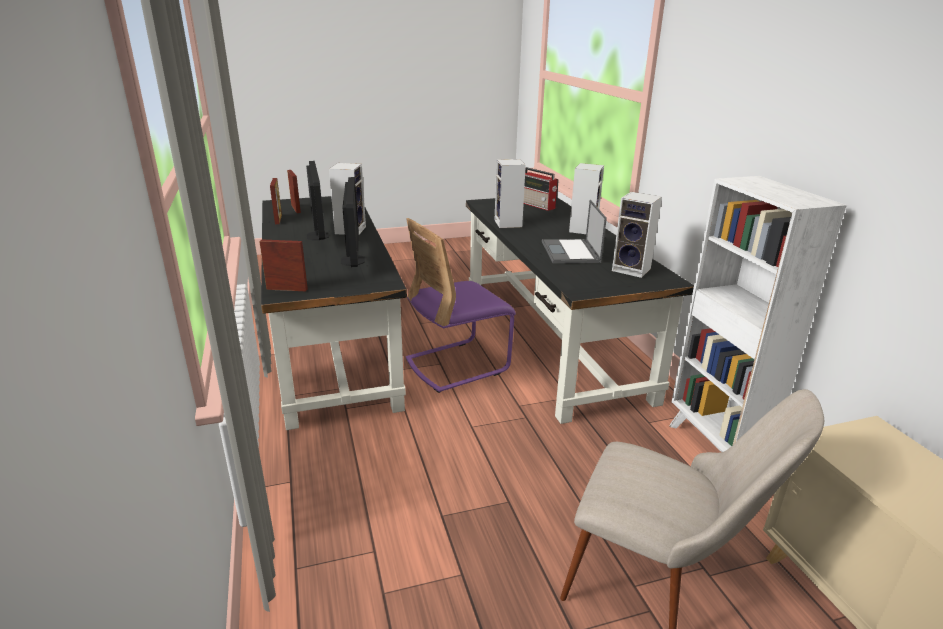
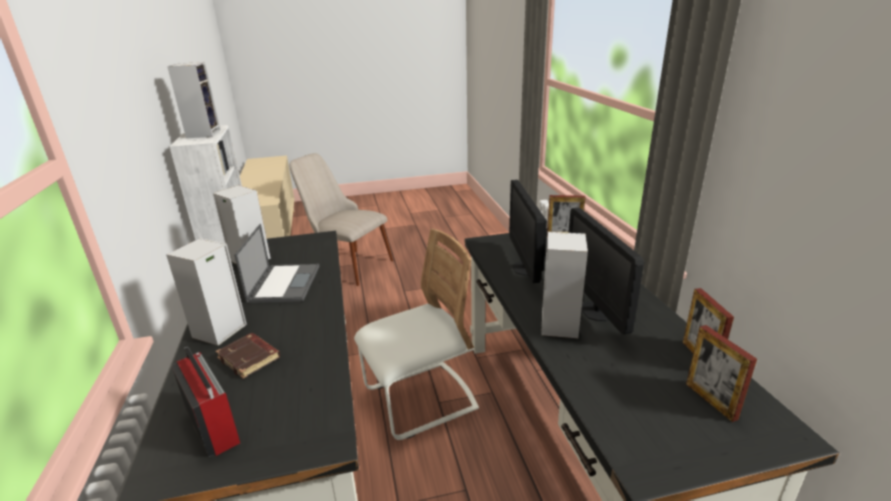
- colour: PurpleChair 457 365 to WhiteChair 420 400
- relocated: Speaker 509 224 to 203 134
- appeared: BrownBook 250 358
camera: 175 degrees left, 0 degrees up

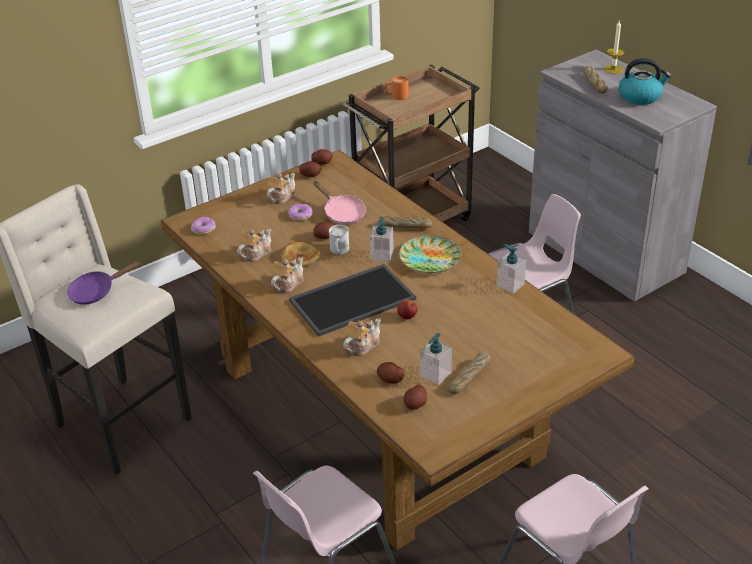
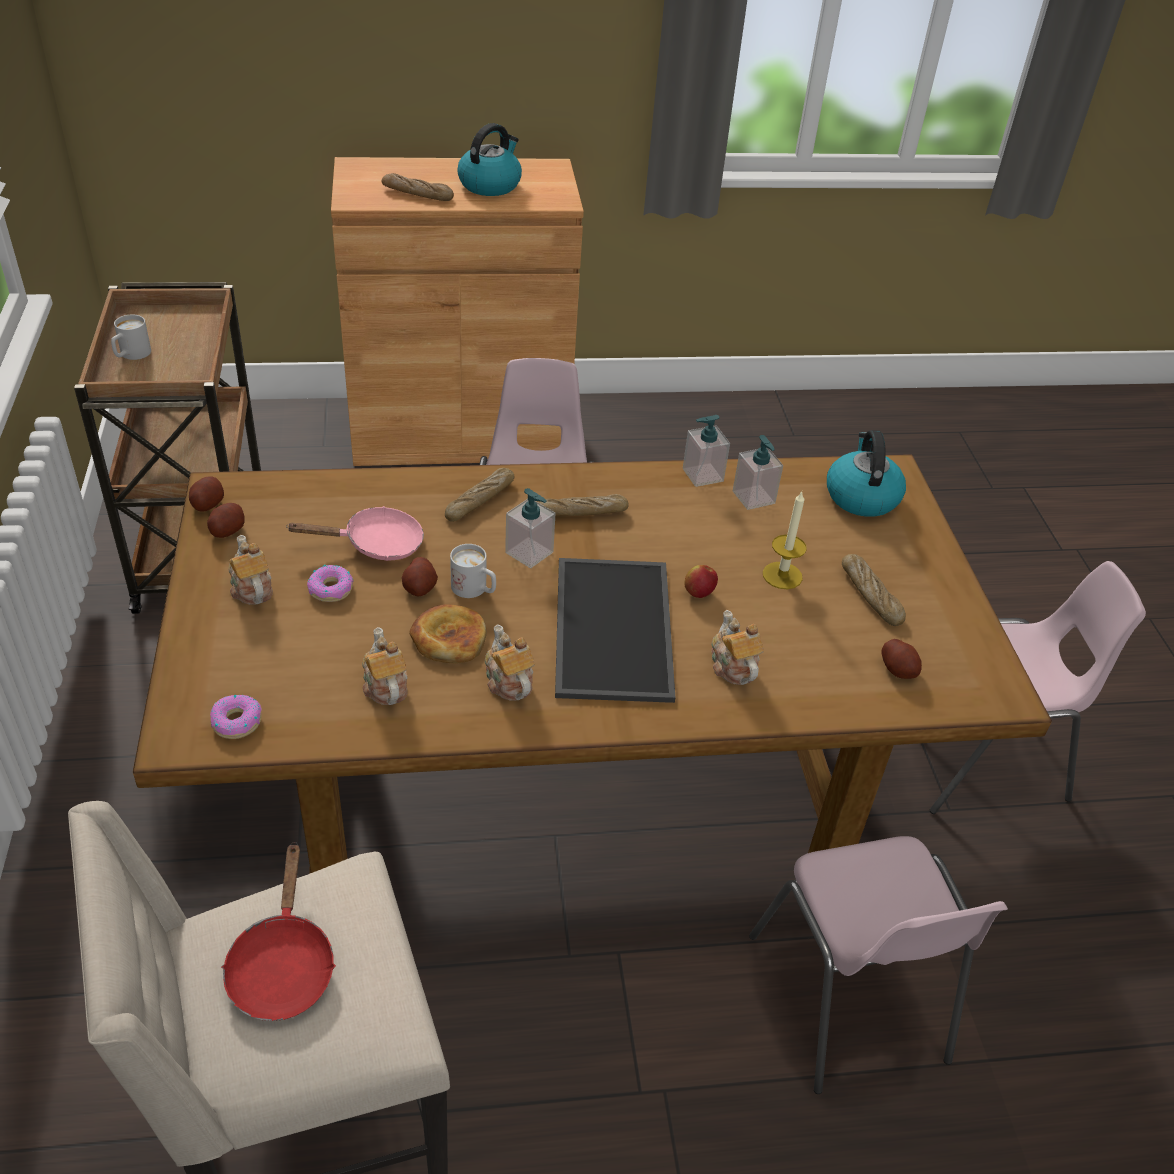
- colour: PurpleFryingPan 96 292 to RedFryingPan 282 965
- missing: Potato 390 380
- colour: OrangeMug 396 96 to WhiteMug 131 355
- exchanged: Plate 430 259 to Bread 581 513
- relocated: SoapDispenser 435 374 to 753 497
- colour: GreyCabinet 605 252 to BrownCabinet 459 432
- relocated: Candle 613 69 to 782 575
- appeared: Kettle 861 496
camera: 65 degrees left, 5 degrees up

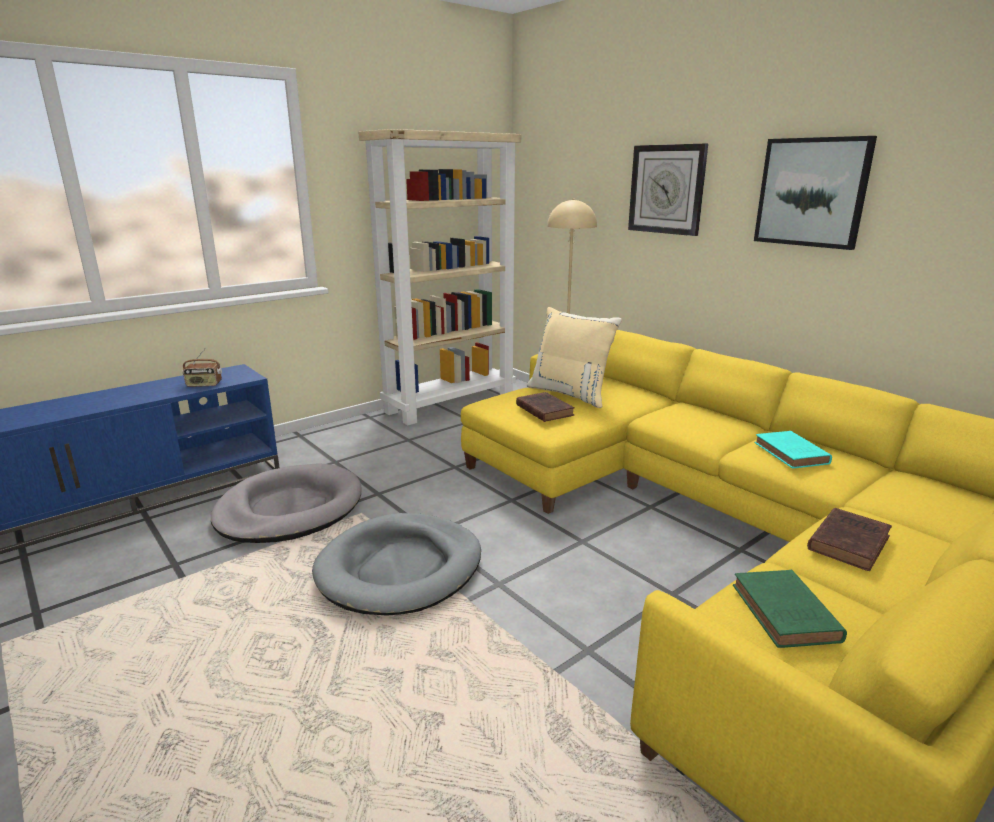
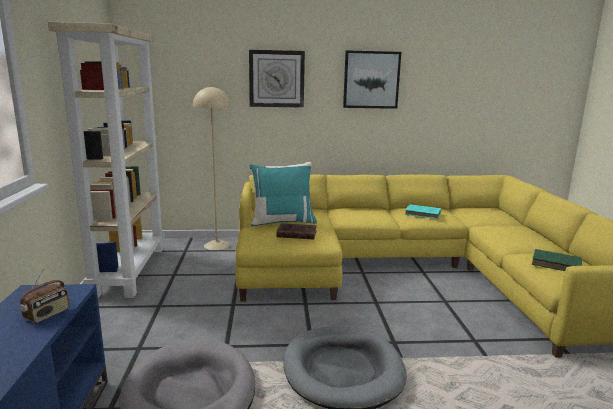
- colour: BeigePillow 571 394 to TurquoisePillow 282 221
- missing: BrownBook 849 542
camera: 55 degrees left, 5 degrees down

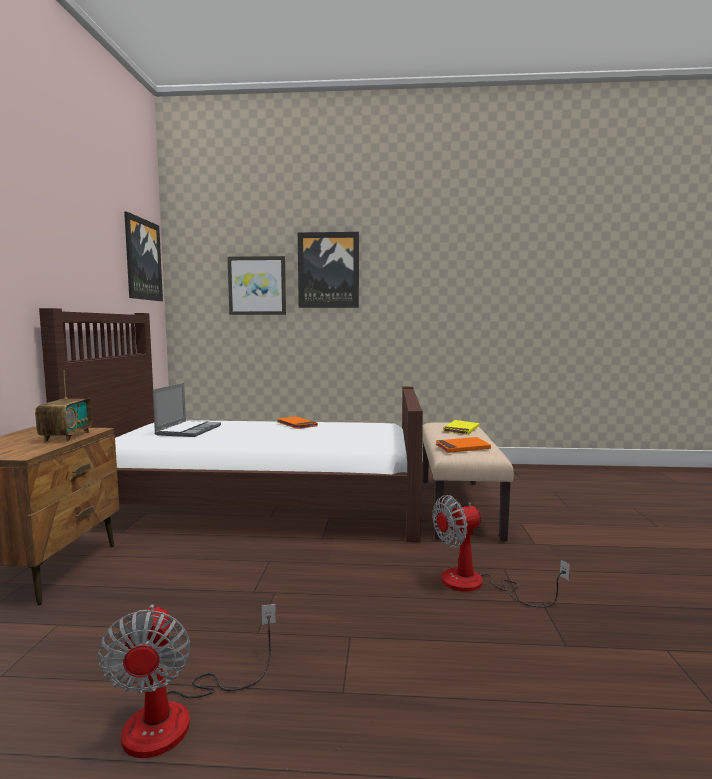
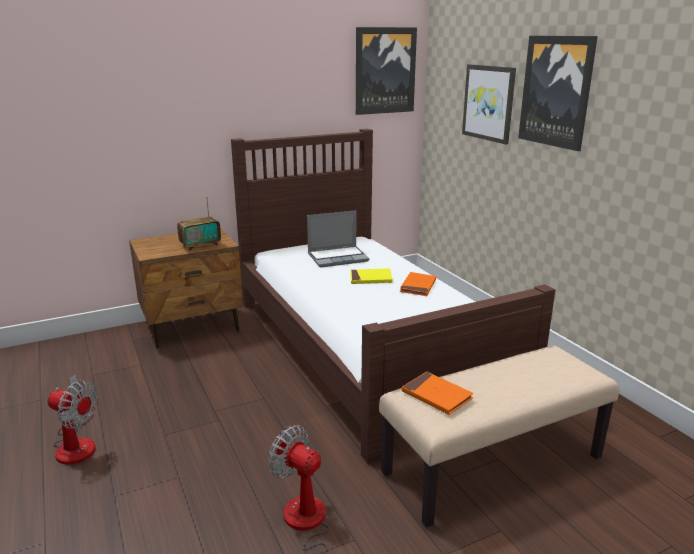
- spun: Fan 179 715 = 77 443 120 degrees counterclockwise
- relocated: YellowBook 461 430 to 370 279
camera: 60 degrees right, 15 degrees up

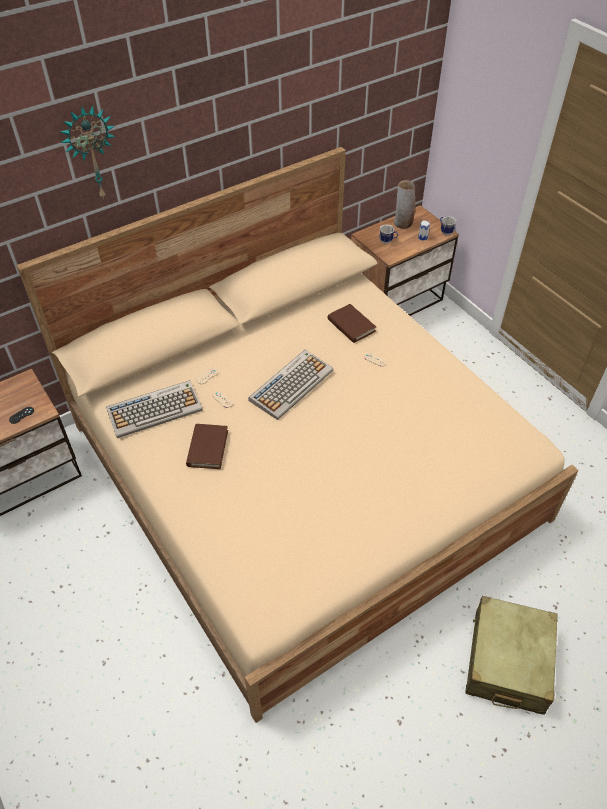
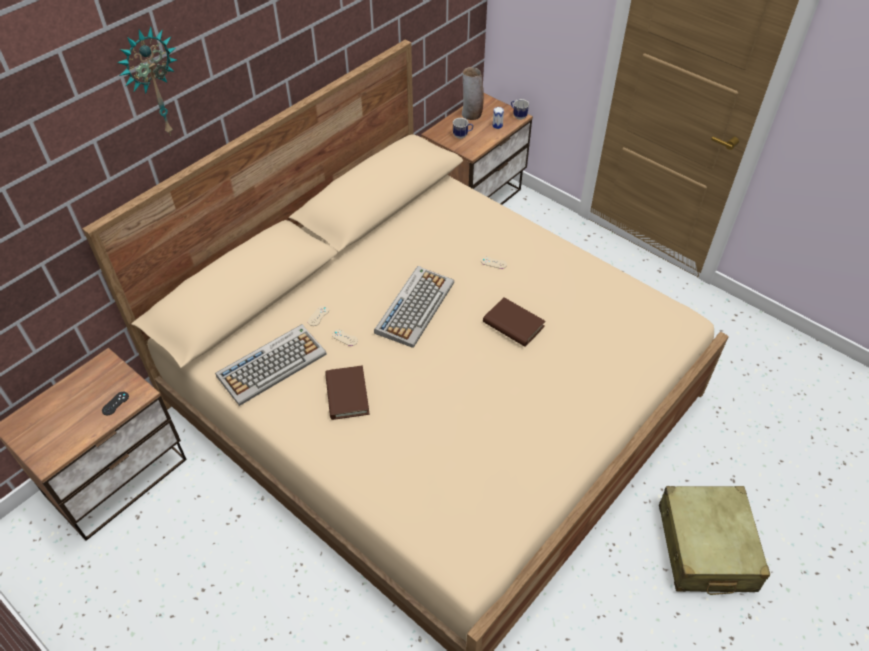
- relocated: BrownBook 351 325 to 513 324
camera: 15 degrees left, 0 degrees up

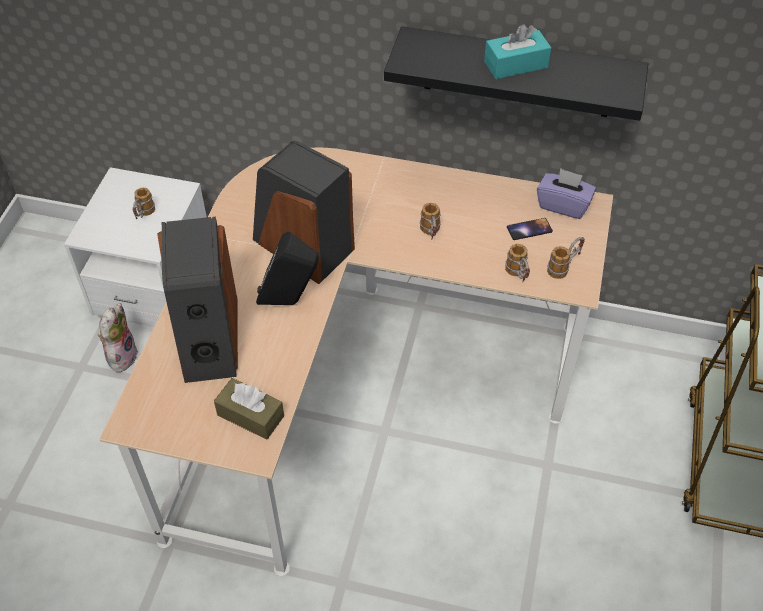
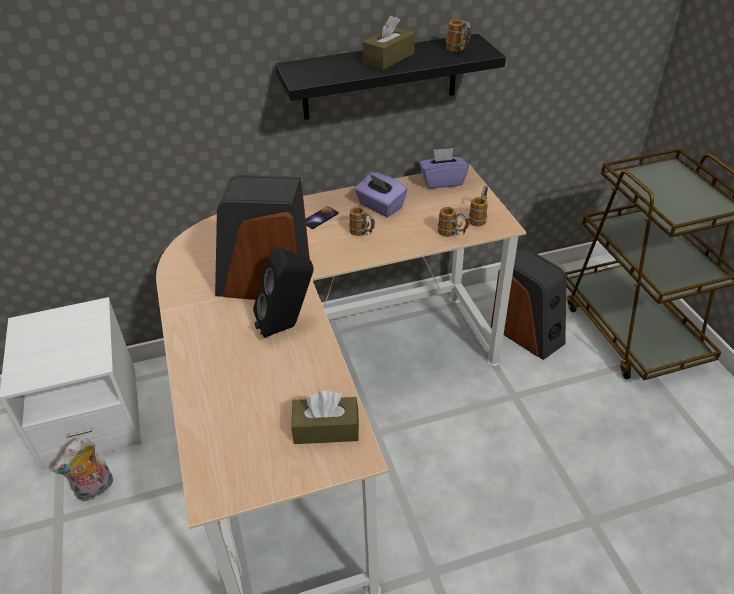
- spun: PlushToy 121 355 = 95 490 120 degrees counterclockwise
- relocated: Mug 144 215 to 459 51
- relocated: Speaker 209 338 to 527 333
- colour: TurquoiseTissueBox 516 64 to BrownTissueBox 389 58
- relocated: Phone 529 229 to 320 218
- appeared: PurpleTissueBox 380 206
camera: 30 degrees left, 10 degrees down

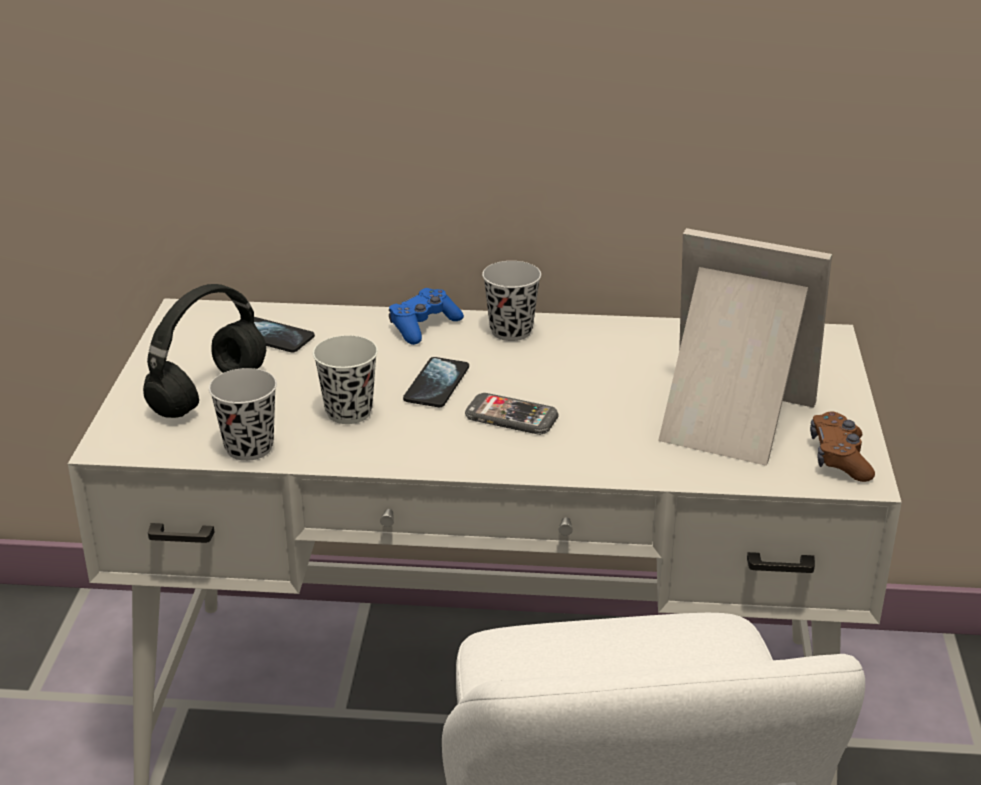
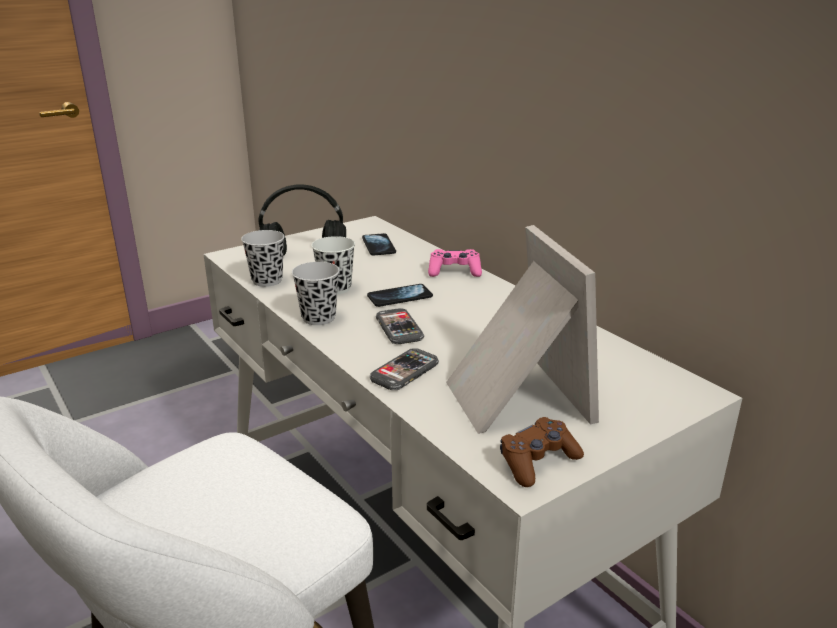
- colour: BlueGameController 423 326 to PinkGameController 454 271
- relocated: BlackCup 511 331 to 318 318
- appeared: Phone 404 371
camera: 50 degrees right, 5 degrees down

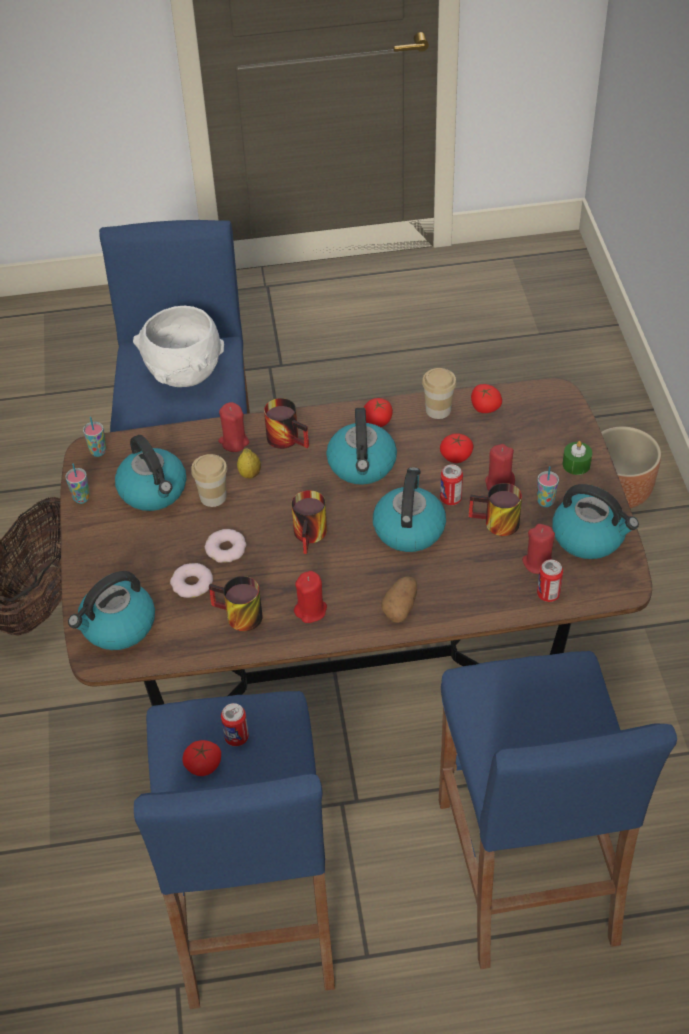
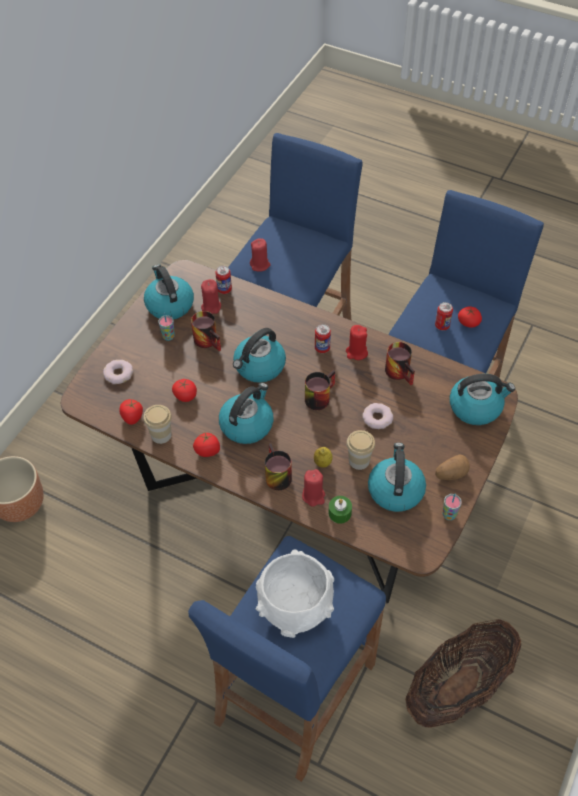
- missing: Cup 98 452
- relocated: Donut 192 584 to 118 374
- relocated: Potato 400 607 to 451 474
- relocated: Can 450 499 to 322 348
- relocated: RedCandle 499 483 to 260 265
- relocated: GreenCandle 576 464 to 339 513
camera: 145 degrees left, 5 degrees up

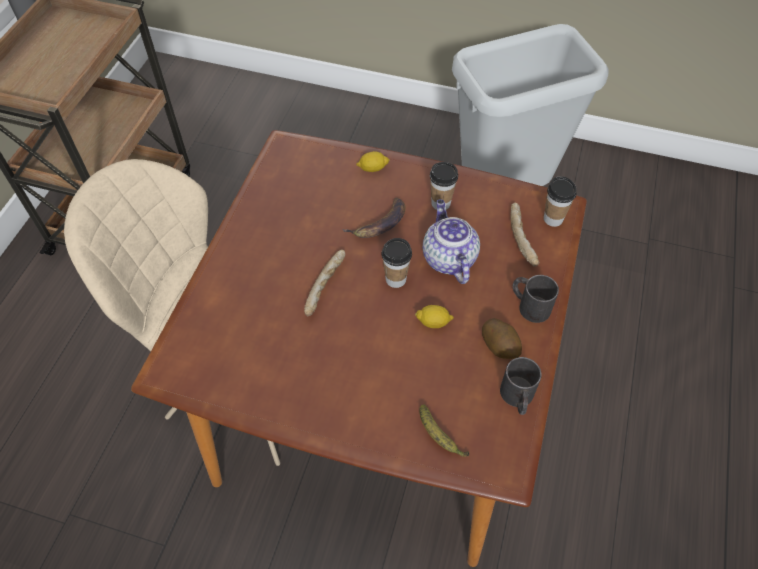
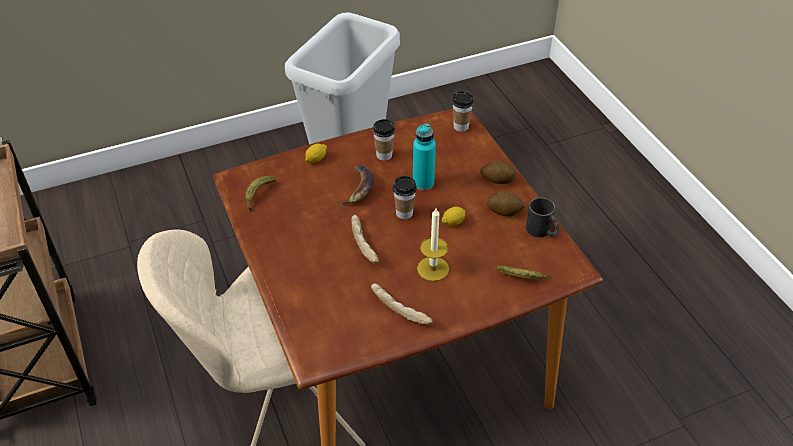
- exchanged: Teapot 448 258 to TurquoiseBottle 423 183
- relocated: Bread 523 239 to 401 309
- exchanged: BlackMug 529 305 to Potato 497 180
- appeared: Banana 258 195
- appeared: Candle 433 269
camera: 40 degrees left, 10 degrees down

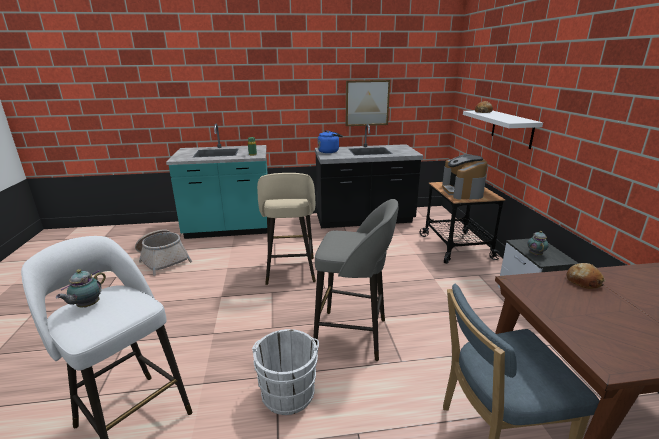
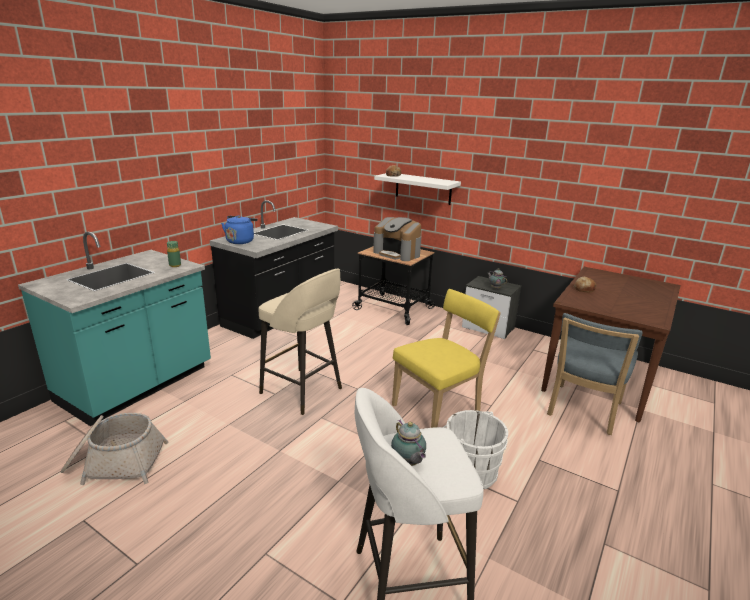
- exchanged: GreyStool 353 335 to YellowChair 439 408
- missing: Picture 367 103
camera: 50 degrees left, 0 degrees up

